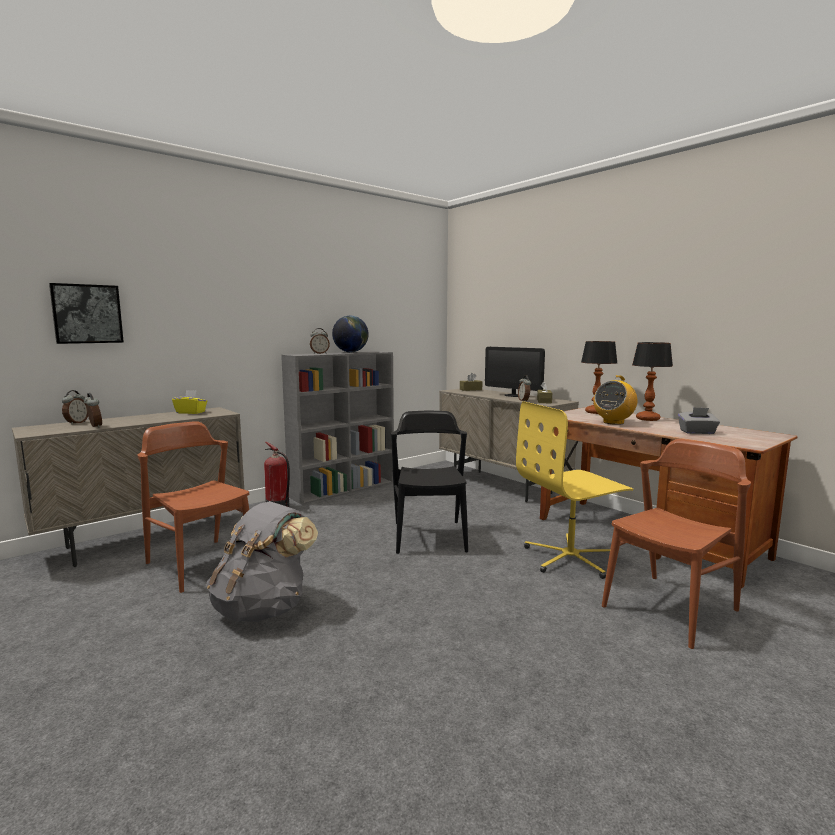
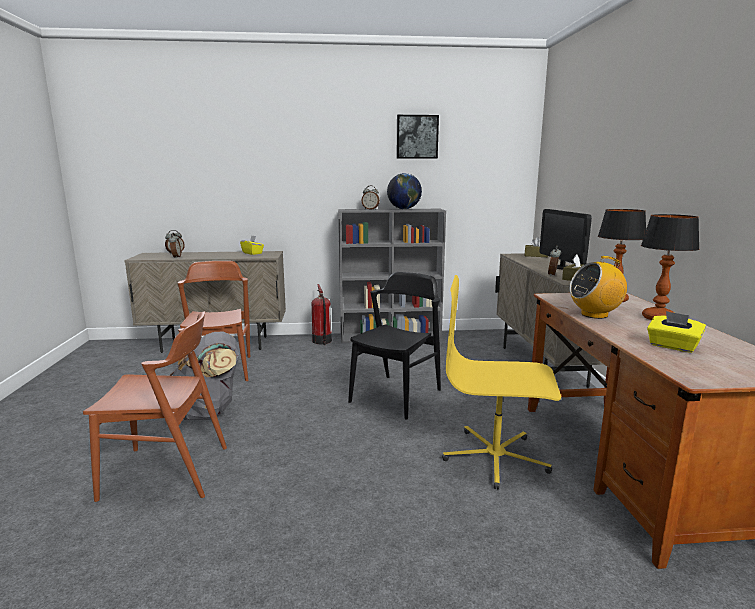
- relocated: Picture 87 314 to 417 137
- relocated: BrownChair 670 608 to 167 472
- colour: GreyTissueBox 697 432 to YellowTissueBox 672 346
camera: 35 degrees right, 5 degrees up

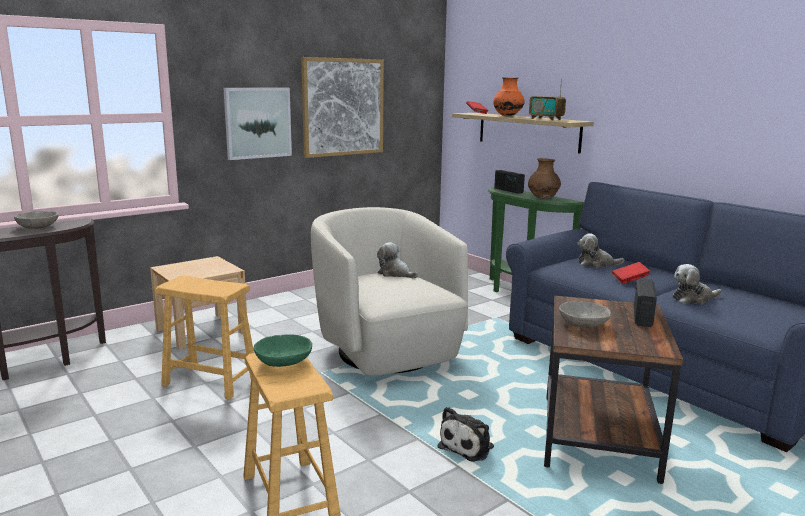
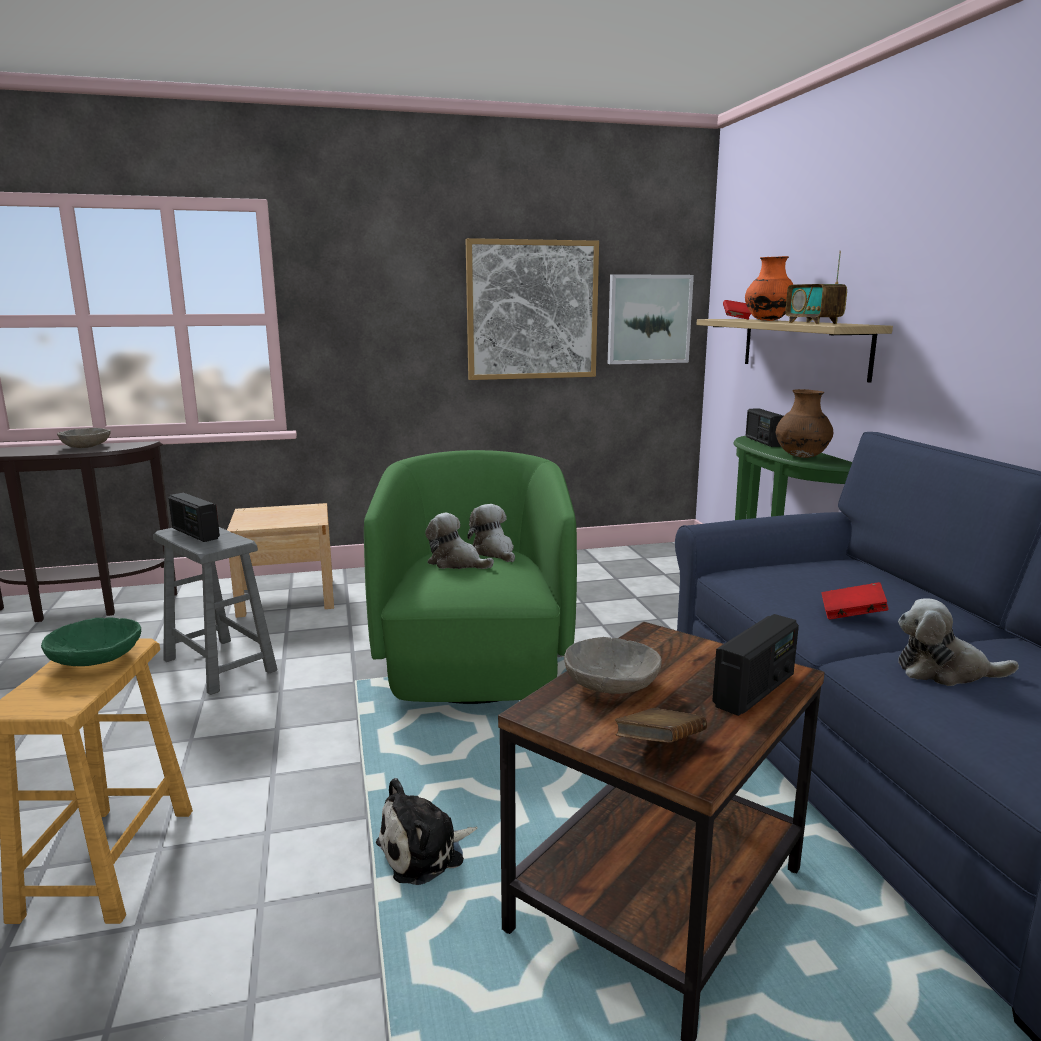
- colour: BrownStool 210 381 to GreyStool 220 665
- relocated: Picture 257 123 to 649 319
- colour: BeigeArmchair 387 351 to GreenArmchair 476 666
- relocated: PlushToy 596 264 to 456 563
- appeared: Radio 195 534
- appeared: BrownBook 660 746
camera: 25 degrees right, 0 degrees up

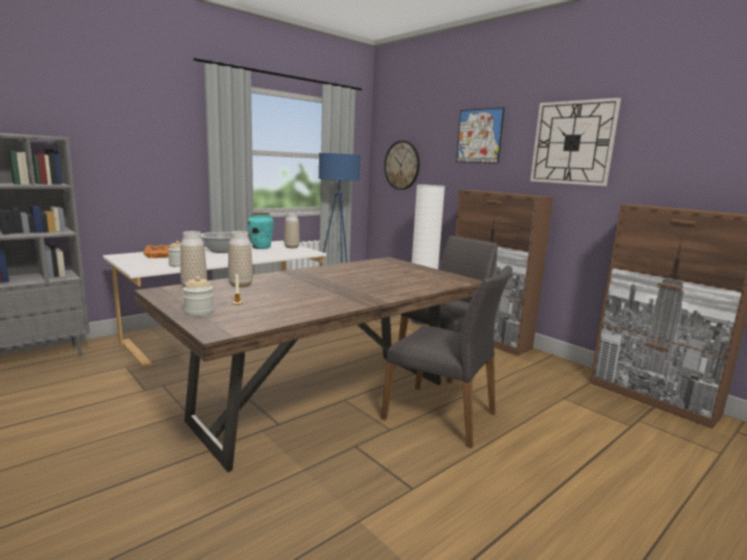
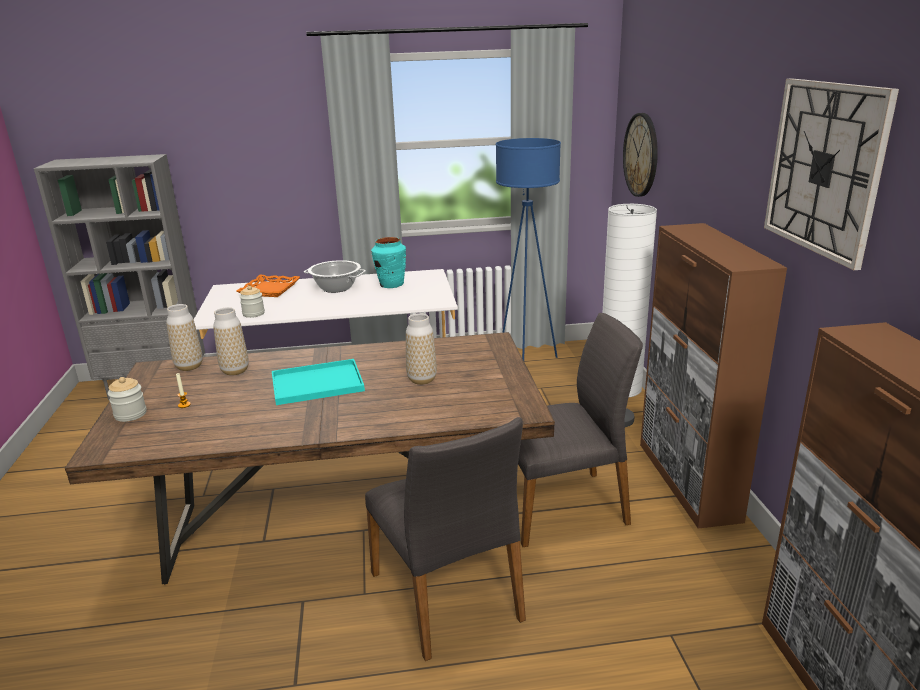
- relocated: Vase 291 247 to 422 379
- missing: Picture 479 136
- appeared: TurquoiseTray 319 382
camera: 35 degrees right, 10 degrees up

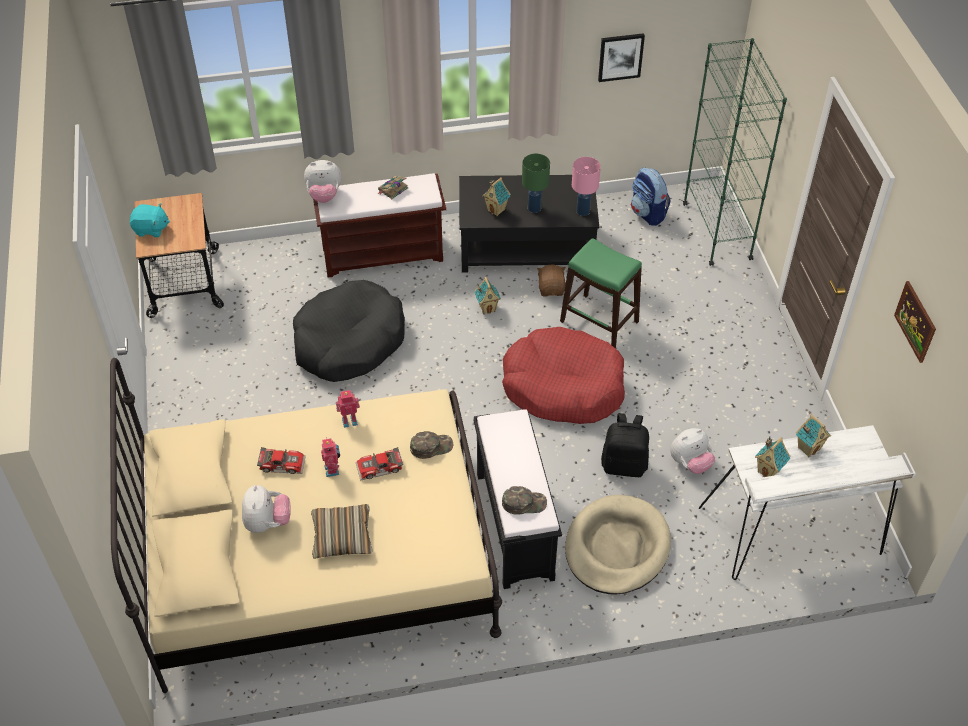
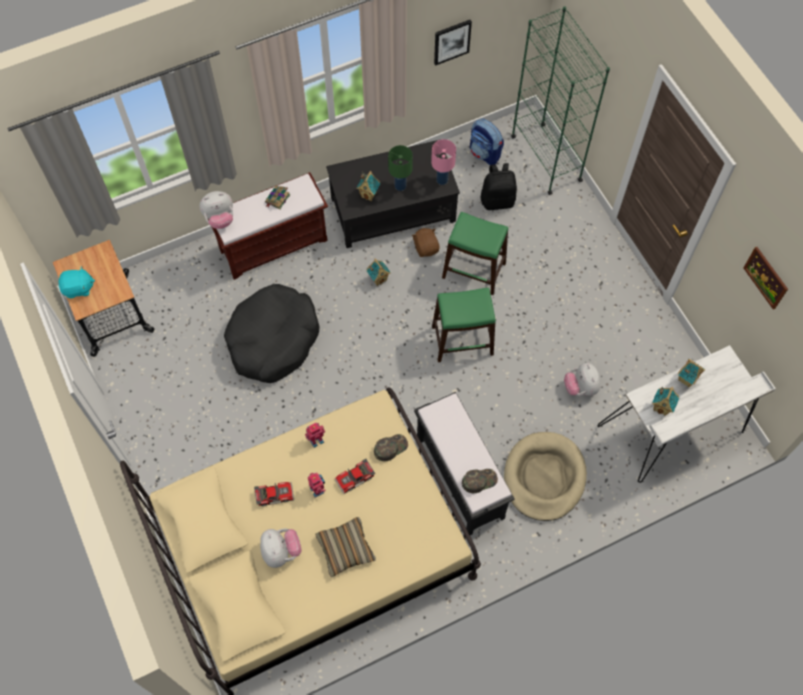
- exchanged: RedDogBed 563 386 to GreenStool 462 340
- relocated: BlackBackpack 624 465 to 497 200
- spun: PlushToy 690 463 = 580 387 120 degrees clockwise
camera: 15 degrees left, 15 degrees up

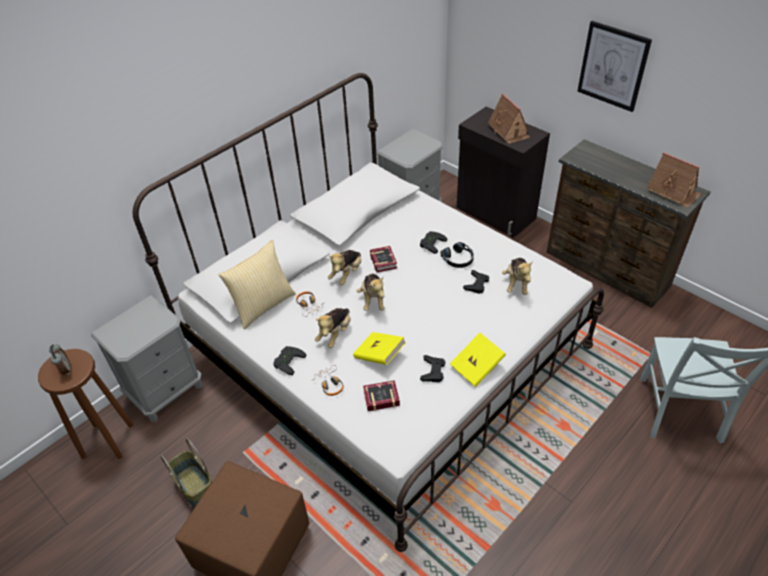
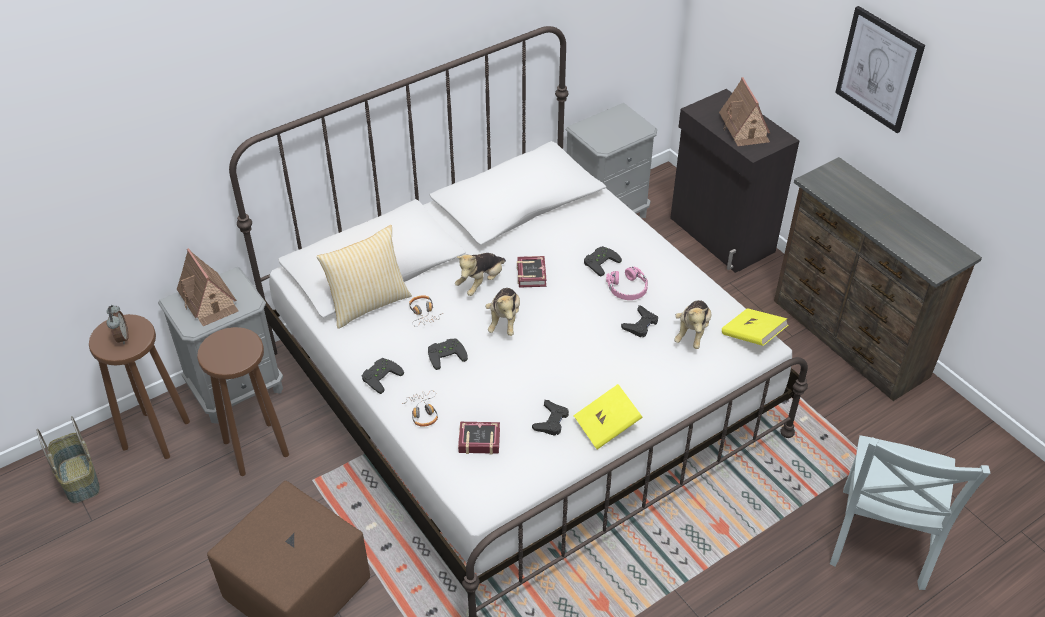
- relocated: Basket 196 487 to 80 479
- exchanged: PlushToy 335 333 to BlackGameController 446 354
- relocated: YellowBook 379 355 to 752 336
- colour: BlackHeadphones 458 259 to PinkHeadphones 628 289
- relocated: ToyHouse 673 191 to 209 301
- appeared: BrownStool 256 447
camera: 10 degrees right, 0 degrees up

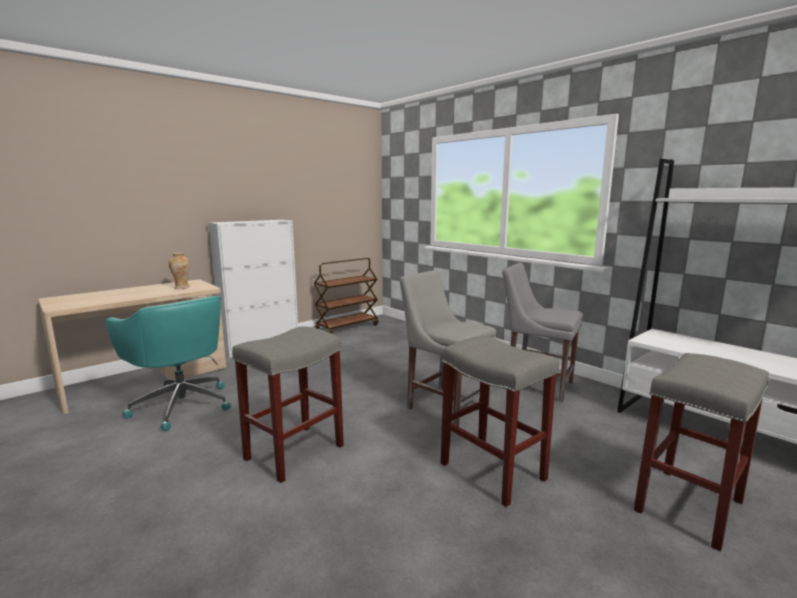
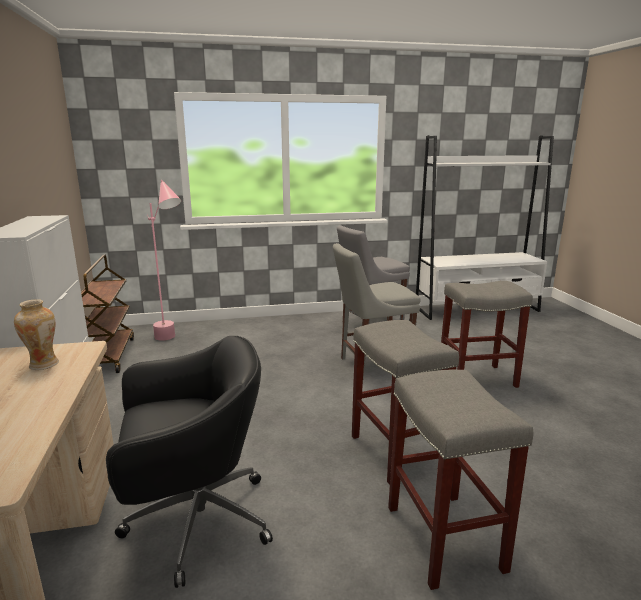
- colour: TurquoiseOfficeChair 181 404 to BlackOfficeChair 195 521
- relocated: GreyStool 688 505 to 442 536
- appeared: PinkFloorLamp 173 341
camera: 60 degrees left, 5 degrees up

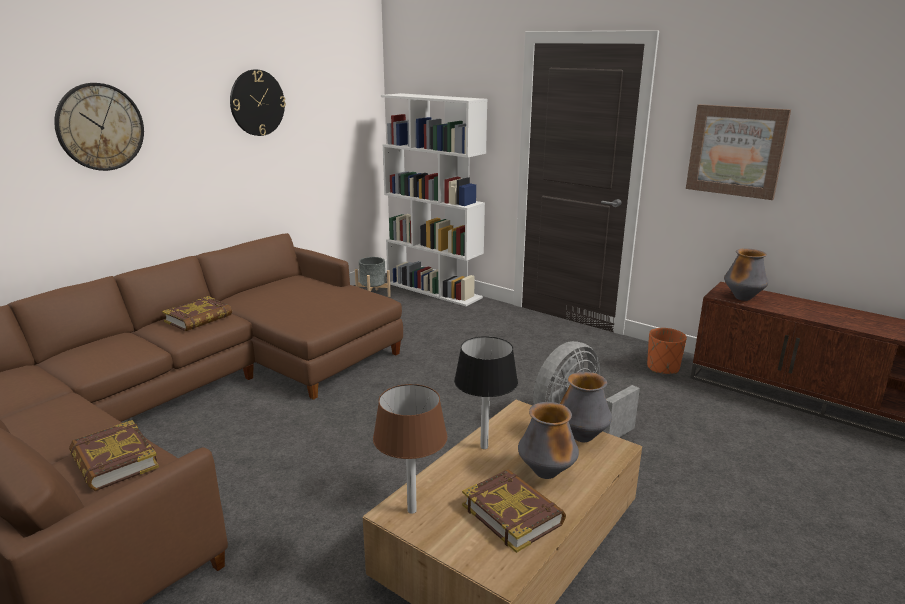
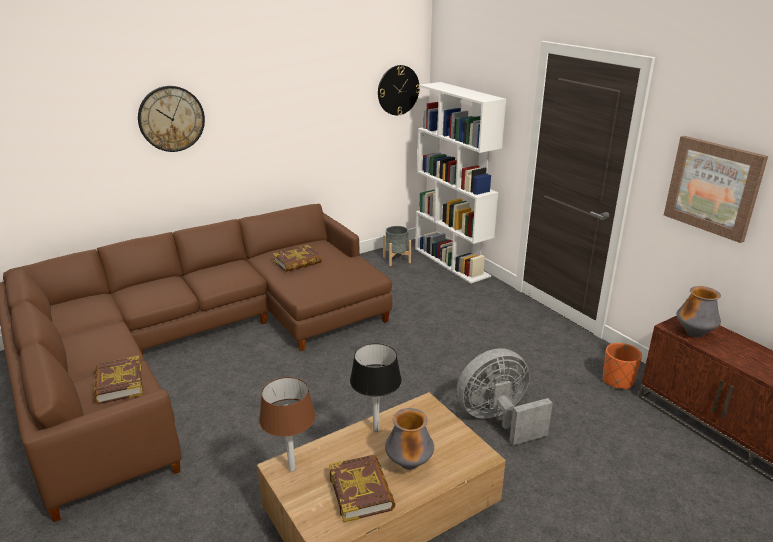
- relocated: Book 199 318 to 297 262
- relocated: WallClock 257 103 to 398 90
- missing: Vase 581 437
camera: 20 degrees right, 5 degrees up

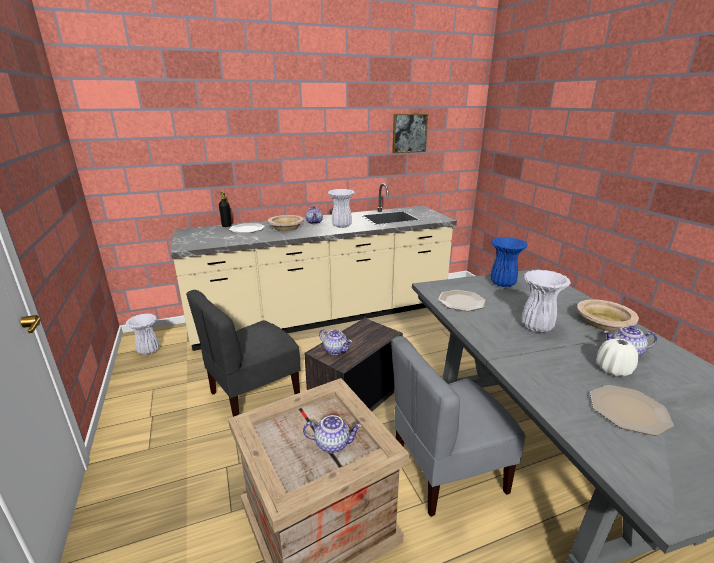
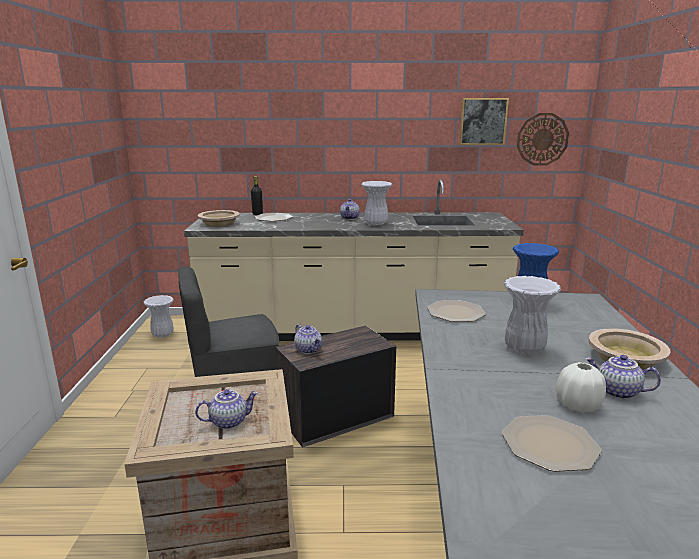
- relocated: BeigeBowl 286 227 to 219 223
- spun: Teapot 333 443 = 229 421 45 degrees counterclockwise
- missing: GreyChair 447 472
- appeared: WallClock 542 139
camera: 20 degrees right, 5 degrees down

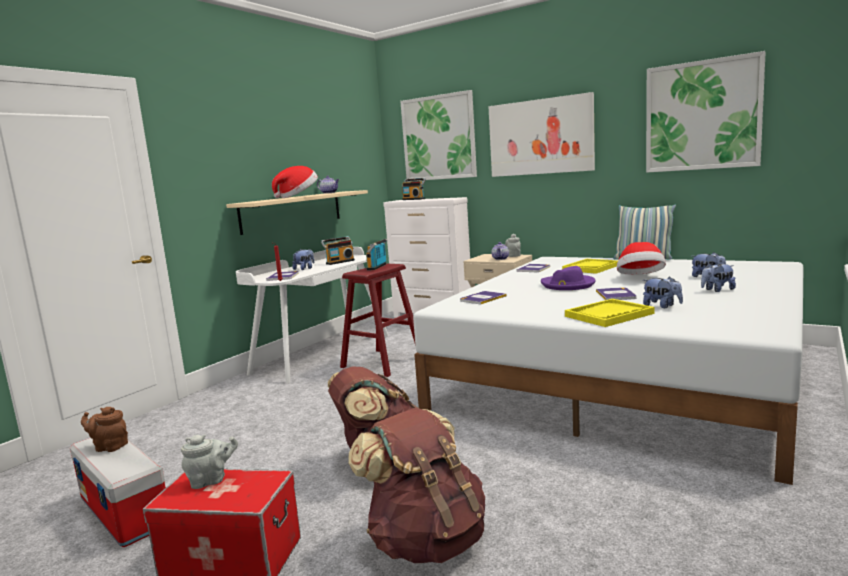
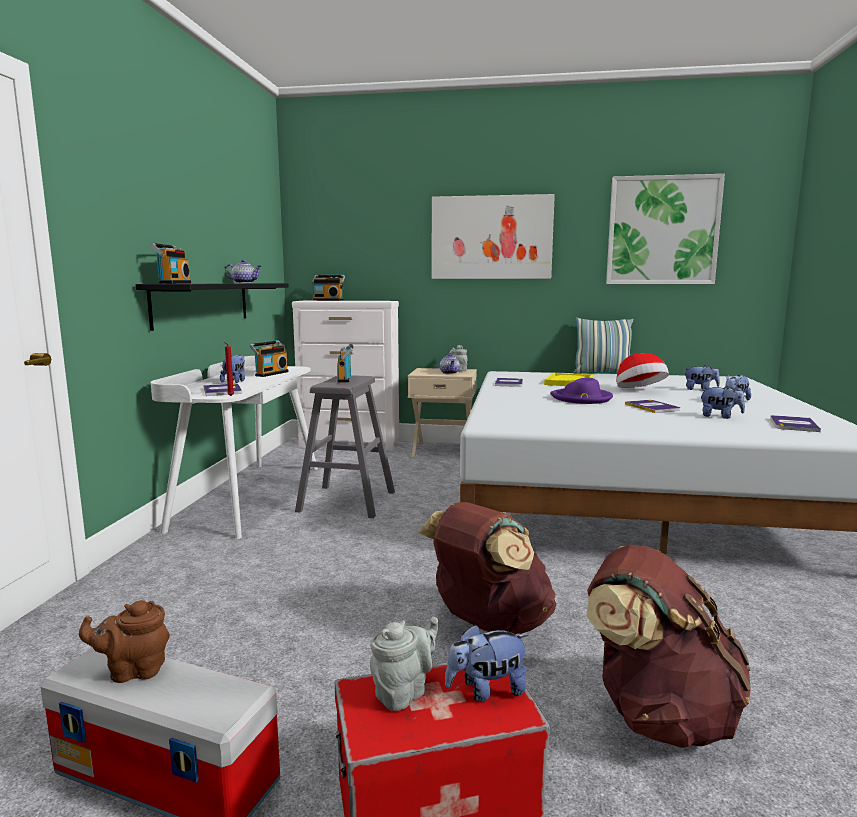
- colour: BeigeShelf 292 211 to BlackShelf 203 303
- missing: Hat 298 196
- colour: RedStool 382 362 to GreyStool 347 501
- missing: Picture 439 138
- relocated: Book 482 298 to 793 424
- missing: YellowTray 609 315
- appeared: Radio 173 283
- appeared: PlushToy 486 690
camera: 25 degrees left, 0 degrees up

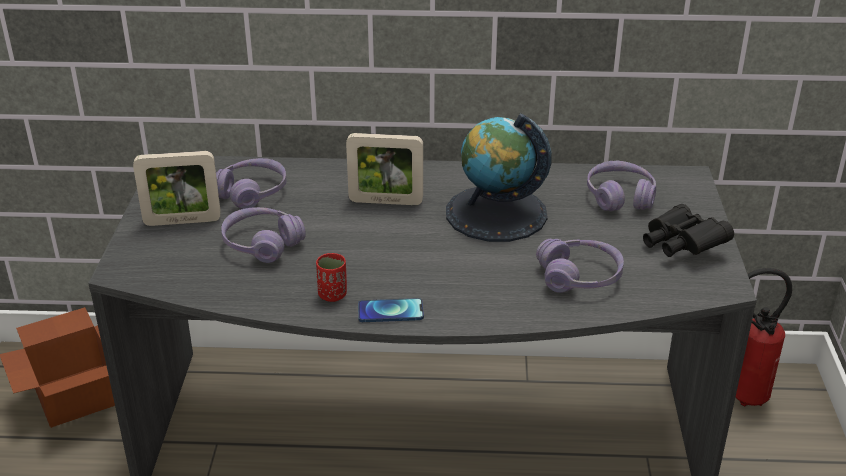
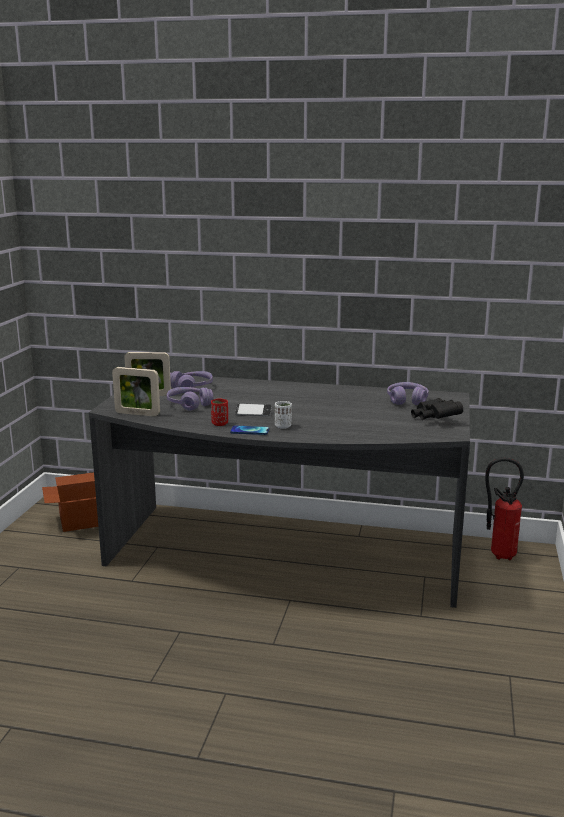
- relocated: PictureFrame 386 201 to 137 414
- missing: Globe 496 213
- missing: PurpleHeadphones 579 277
- appeared: Phone 253 413
- appeared: WhiteCup 283 426
camera: 10 degrees right, 15 degrees down

